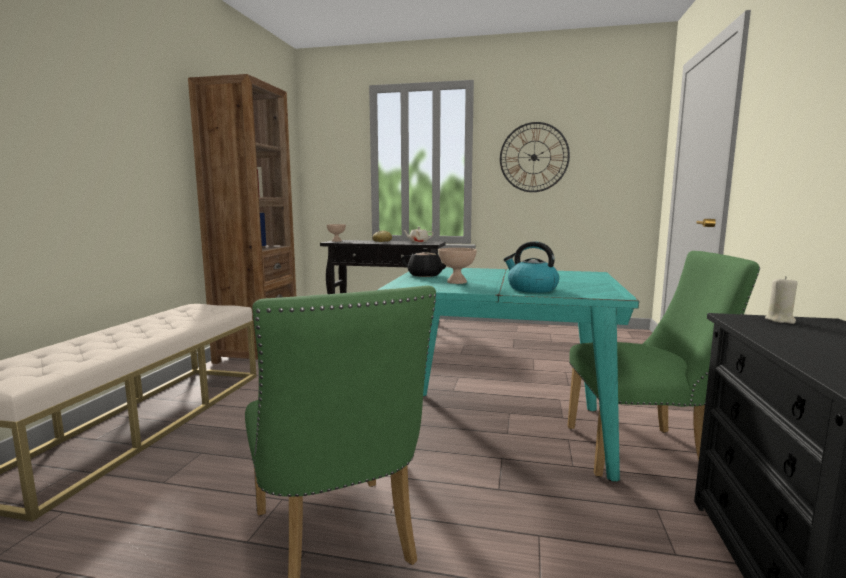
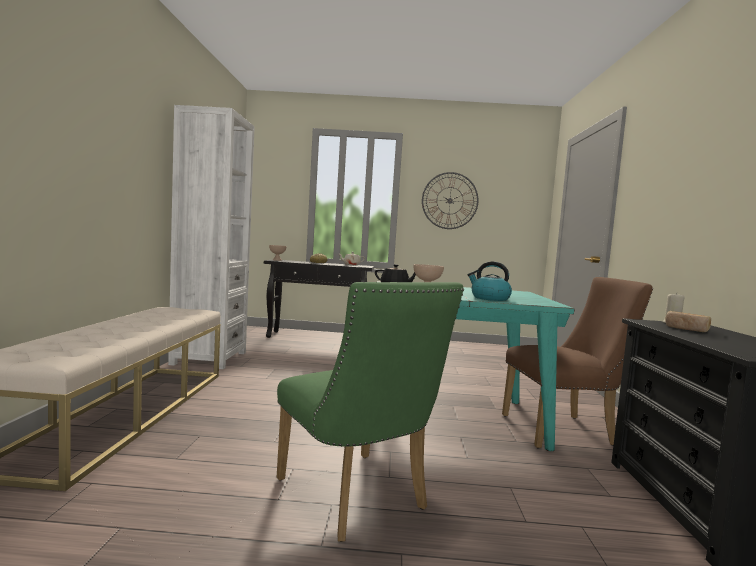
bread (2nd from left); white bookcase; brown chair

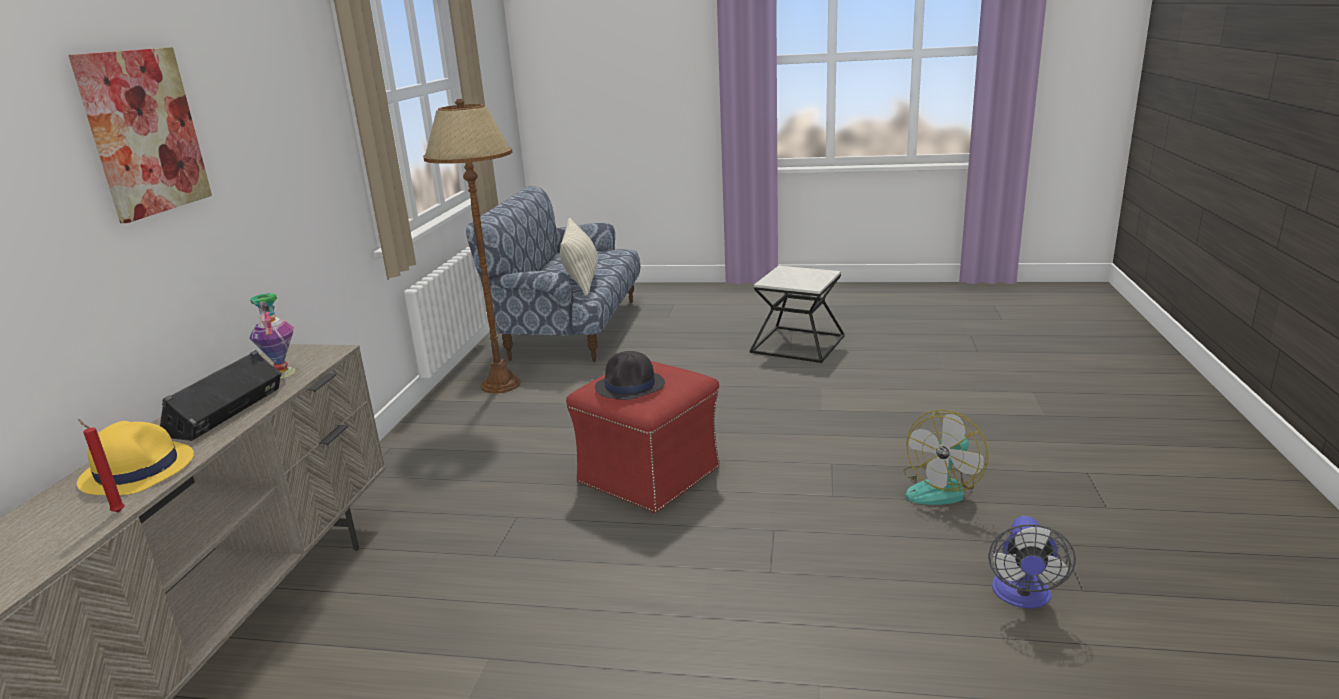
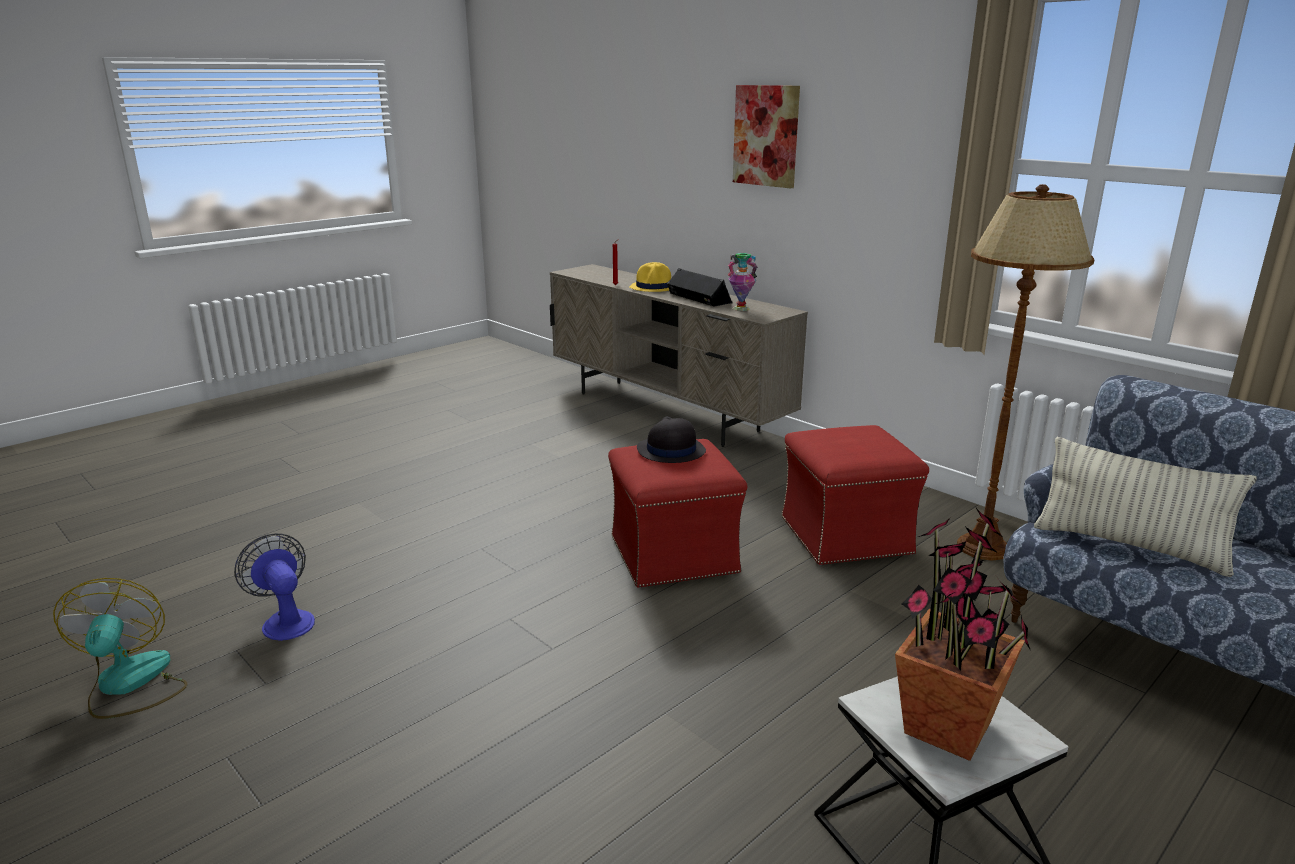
red ottoman (2nd from left); potted plant; fan (1st from left)

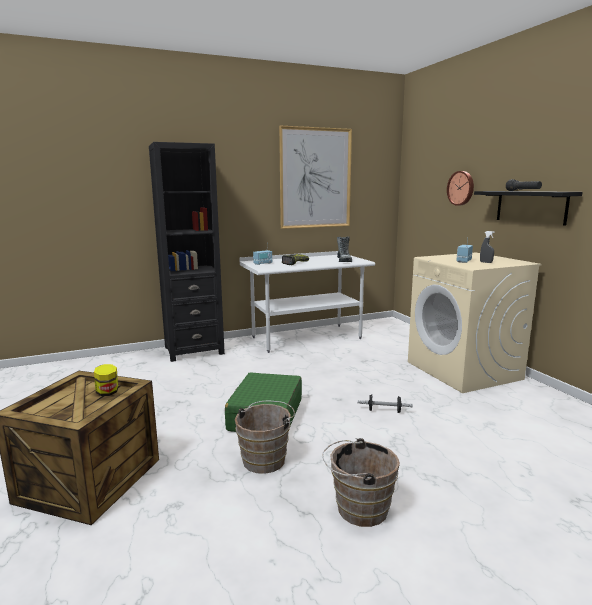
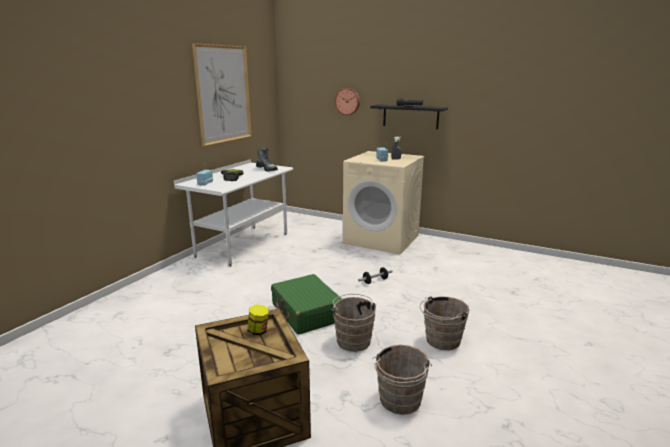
black bookcase; brown bucket (2nd from left)

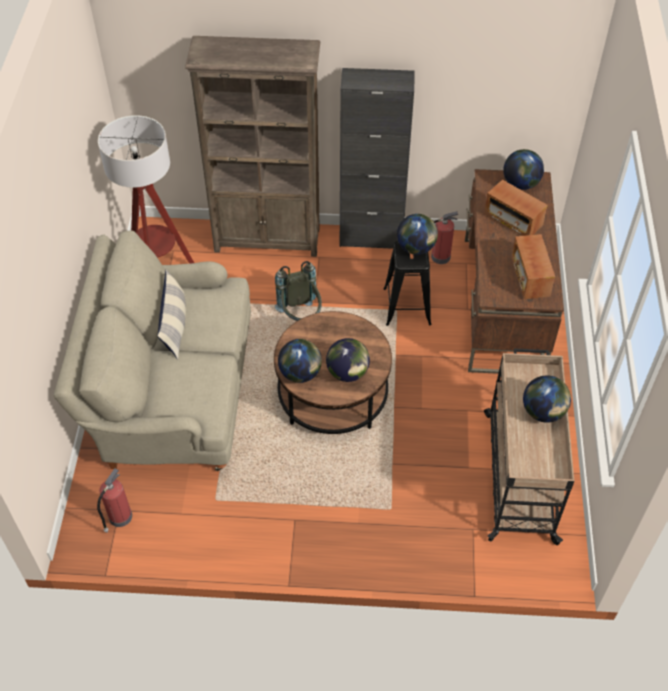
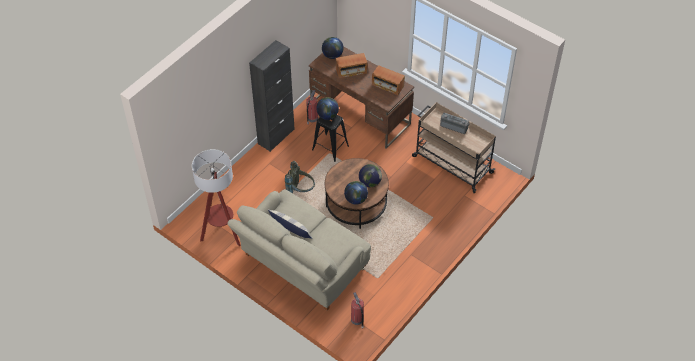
brown bookcase; radio (3rd from left)

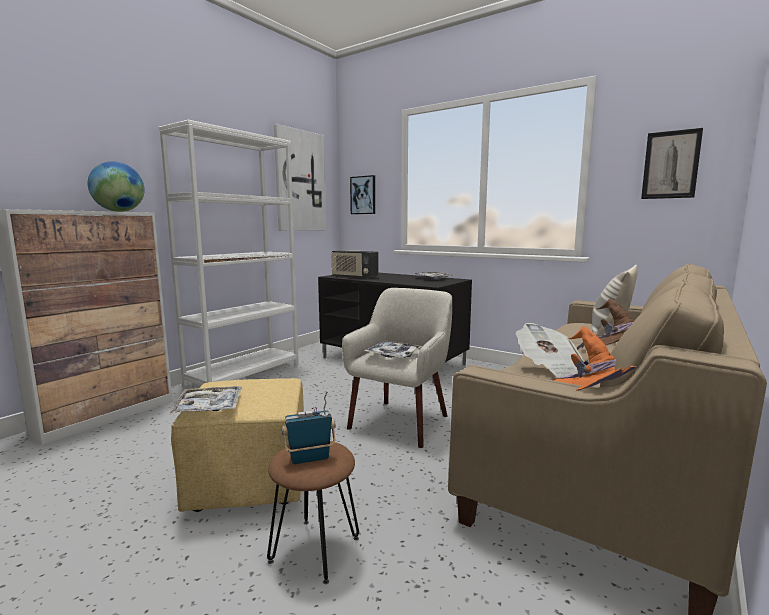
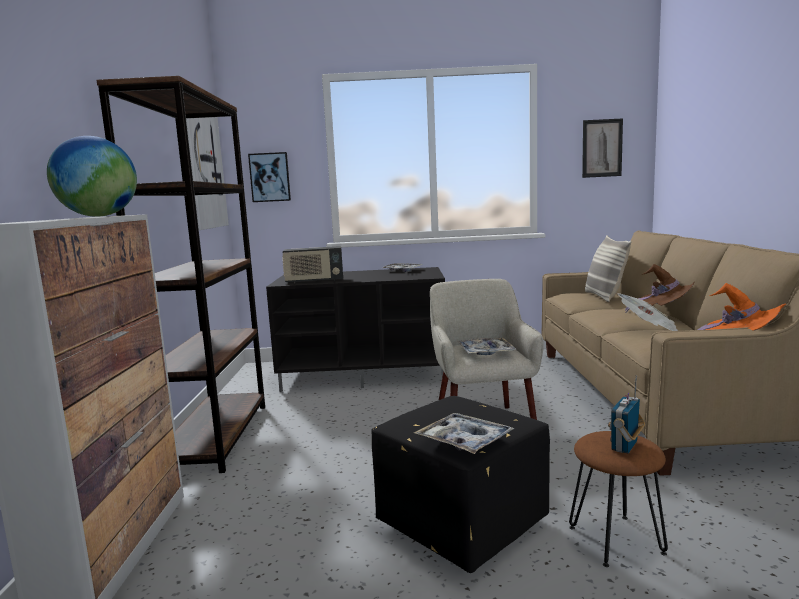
brown bookcase; black ottoman

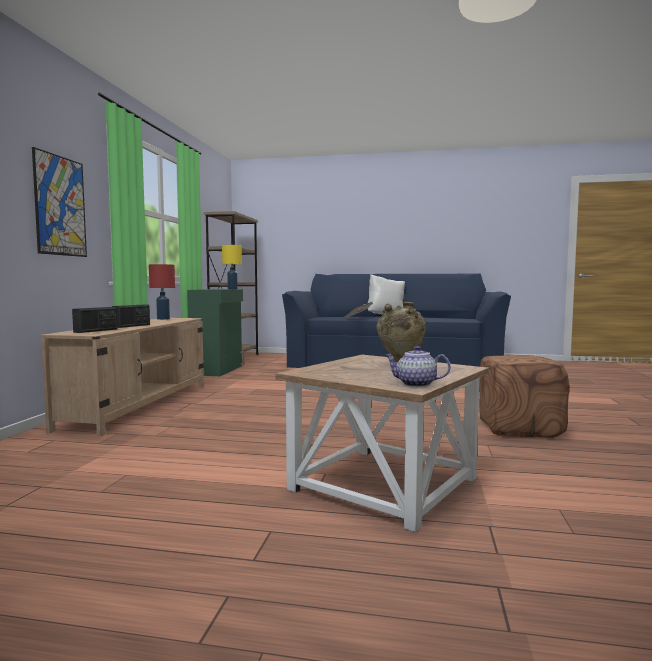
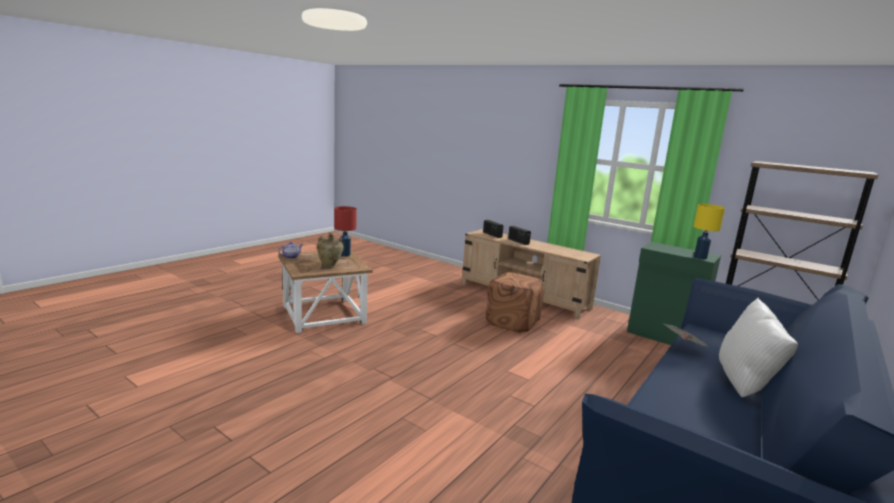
picture; red table lamp; brown ottoman

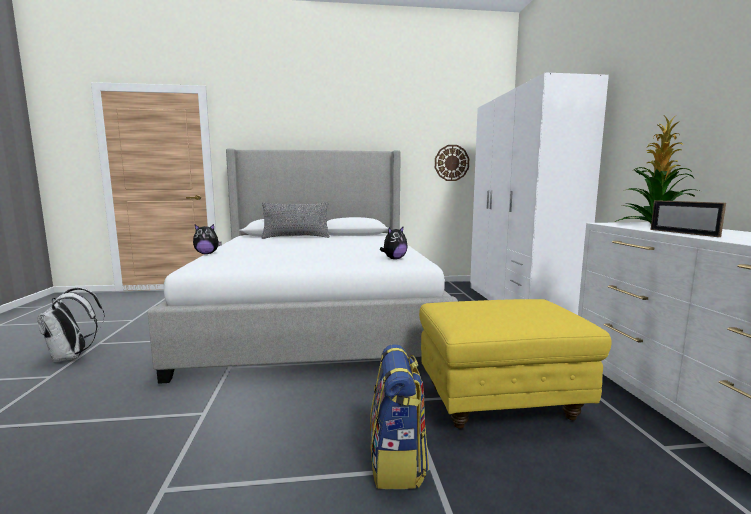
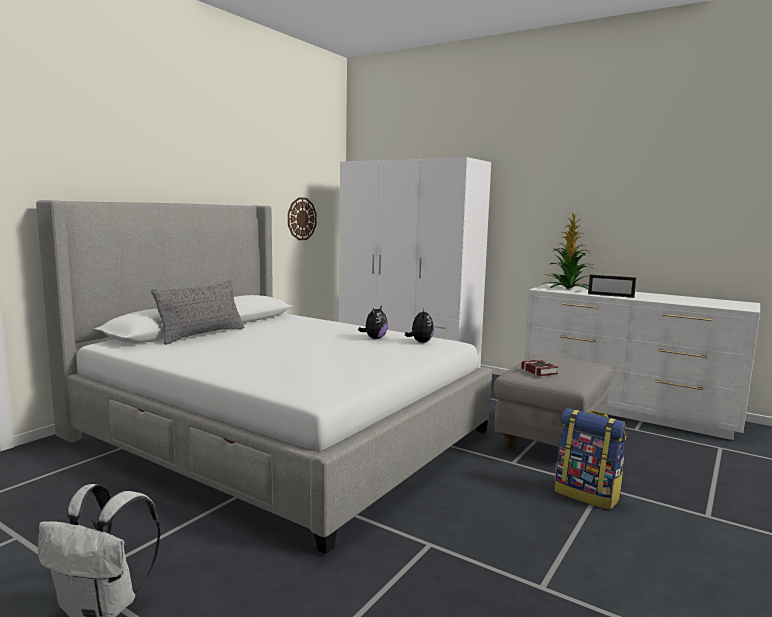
book; plush toy (1st from left); grey ottoman

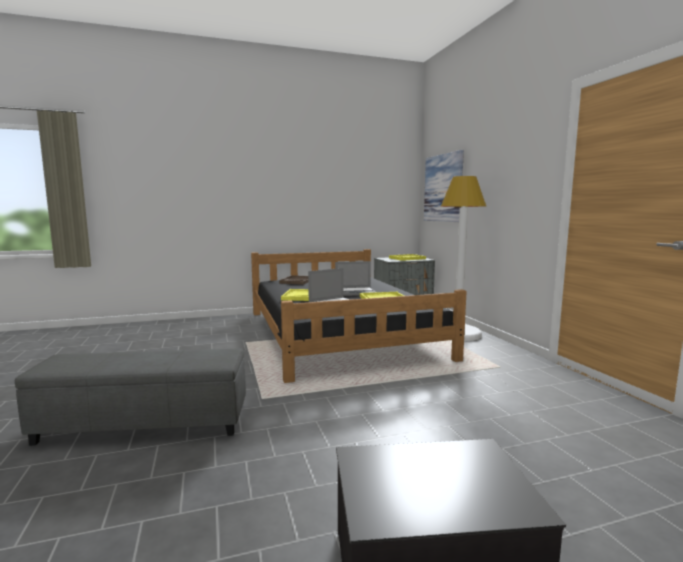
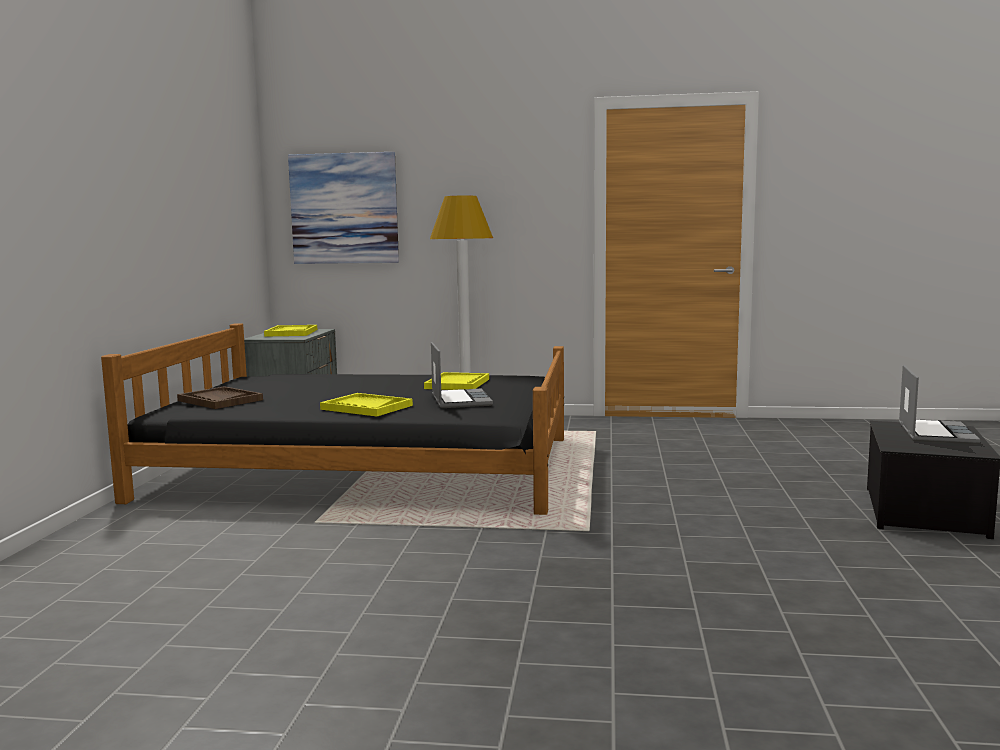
grey ottoman; laptop (2nd from left)

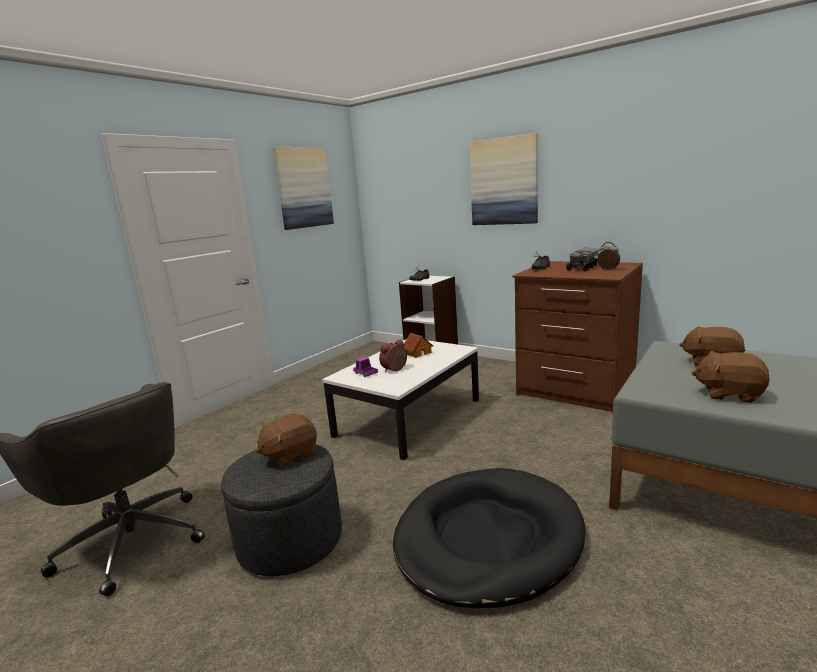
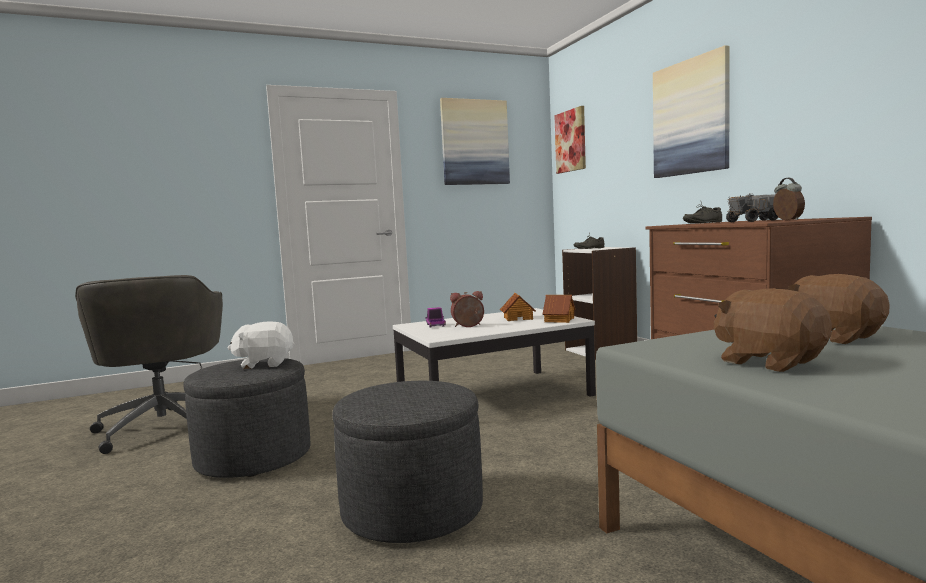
toy house (2nd from left); picture (2nd from left); grey ottoman (2nd from left); white plush toy

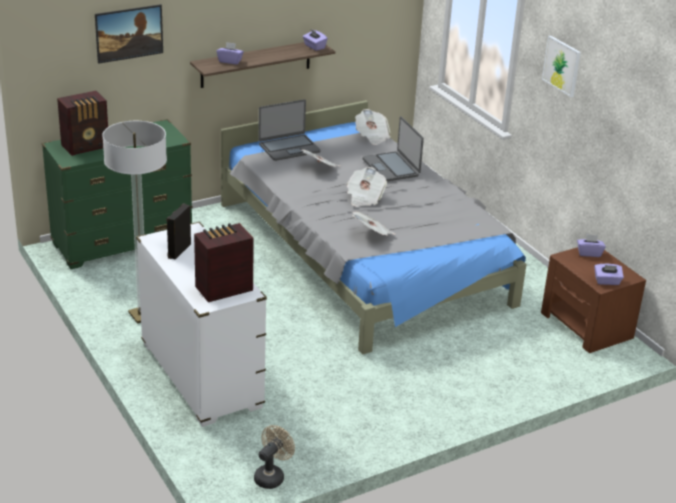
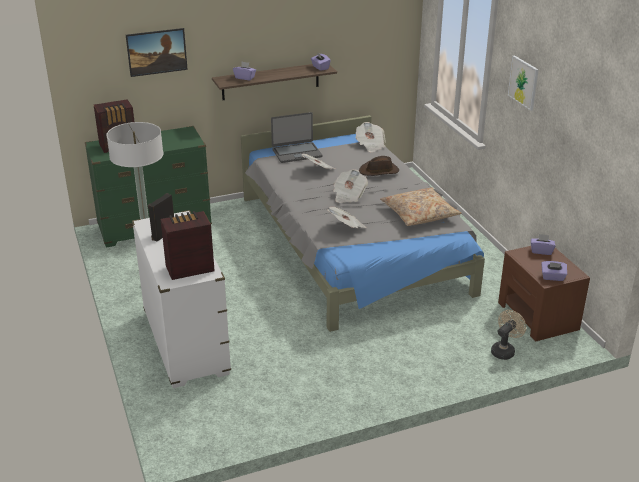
beige pillow; beige fan; brown hat

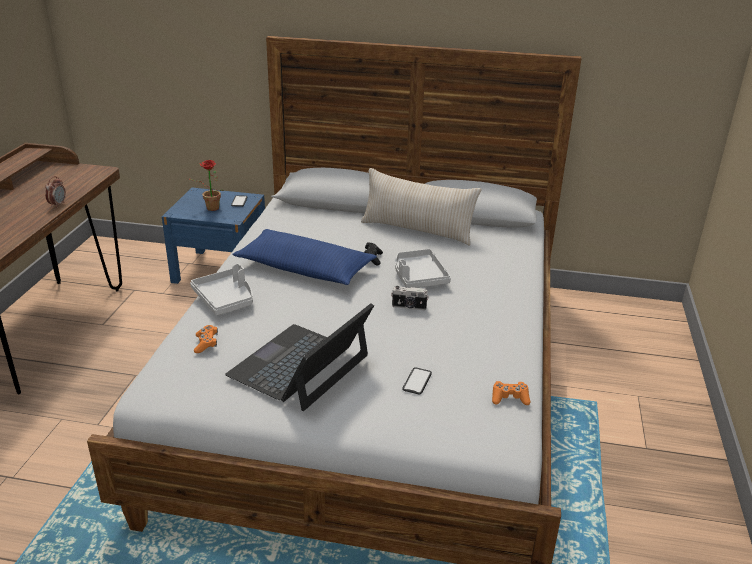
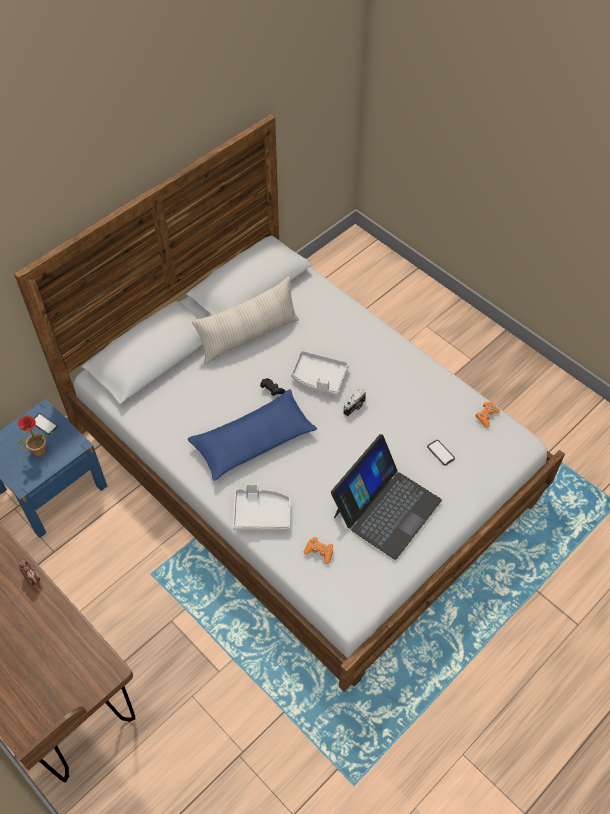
laptop

